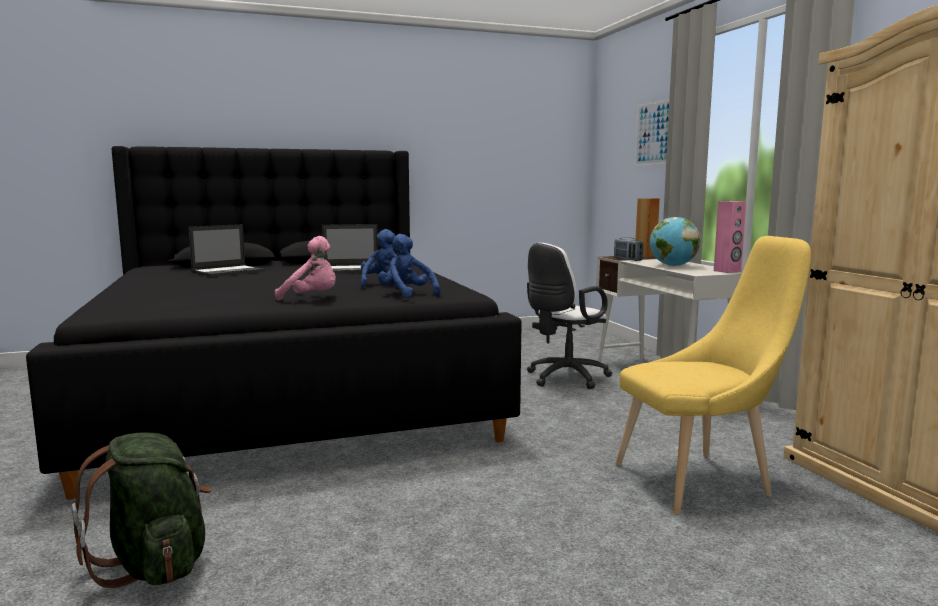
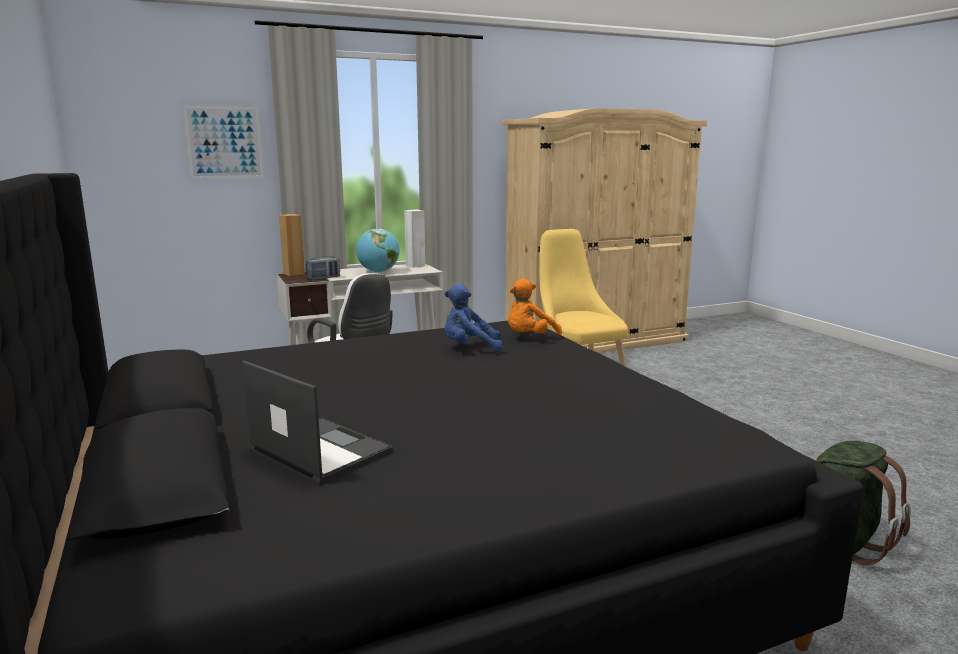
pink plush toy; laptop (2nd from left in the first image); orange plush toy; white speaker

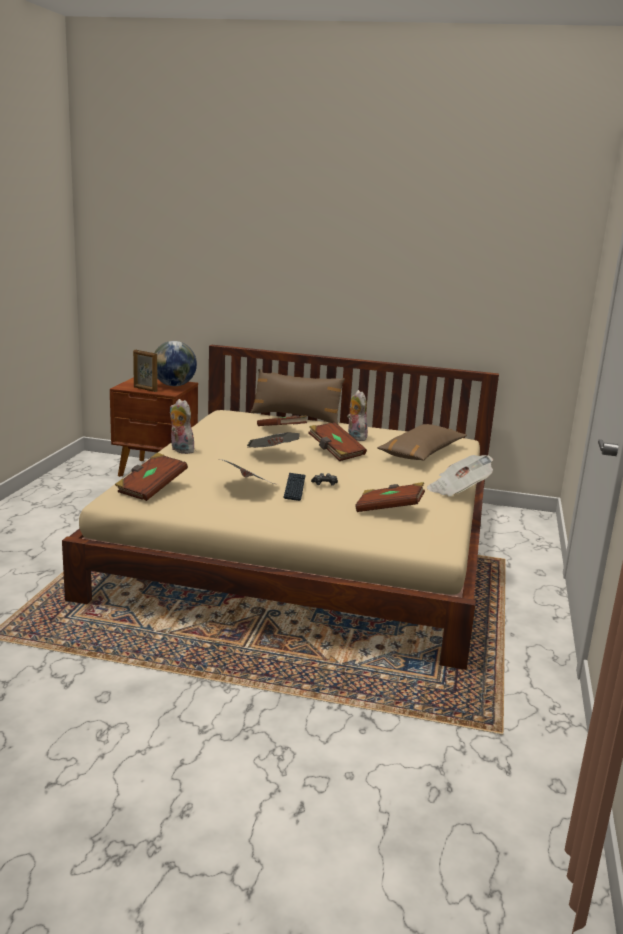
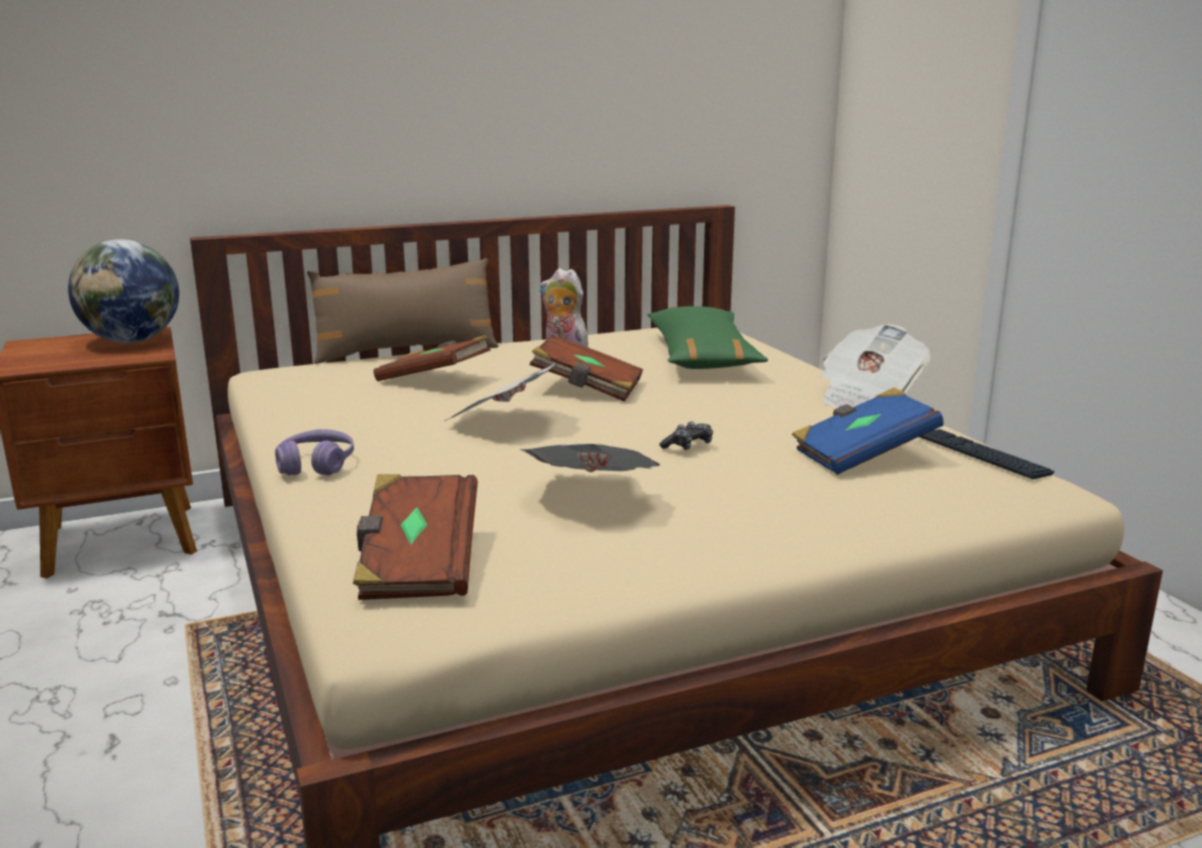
picture frame; keyboard; purple headphones; blue book; green pillow

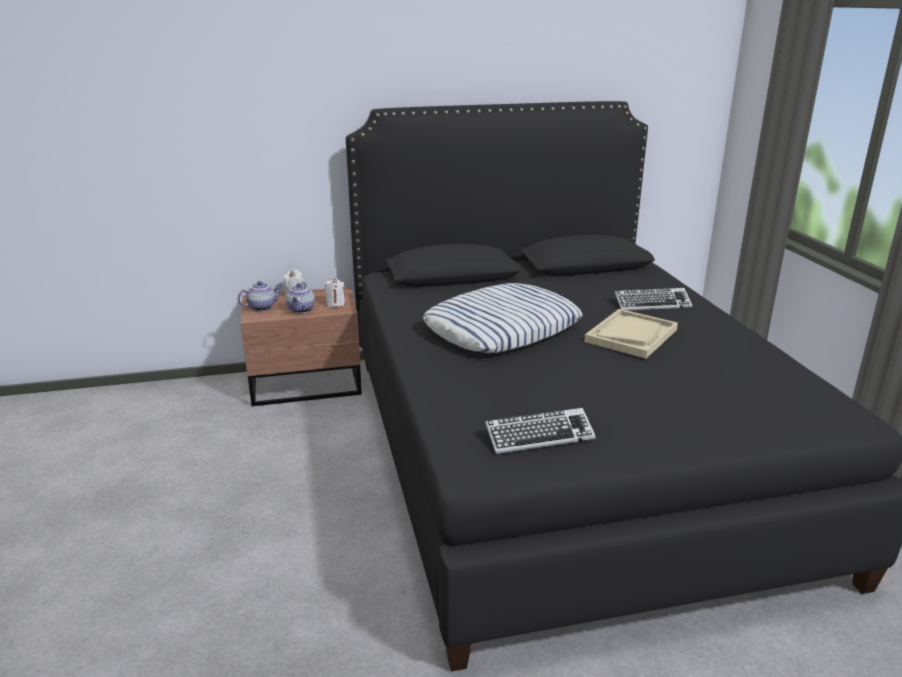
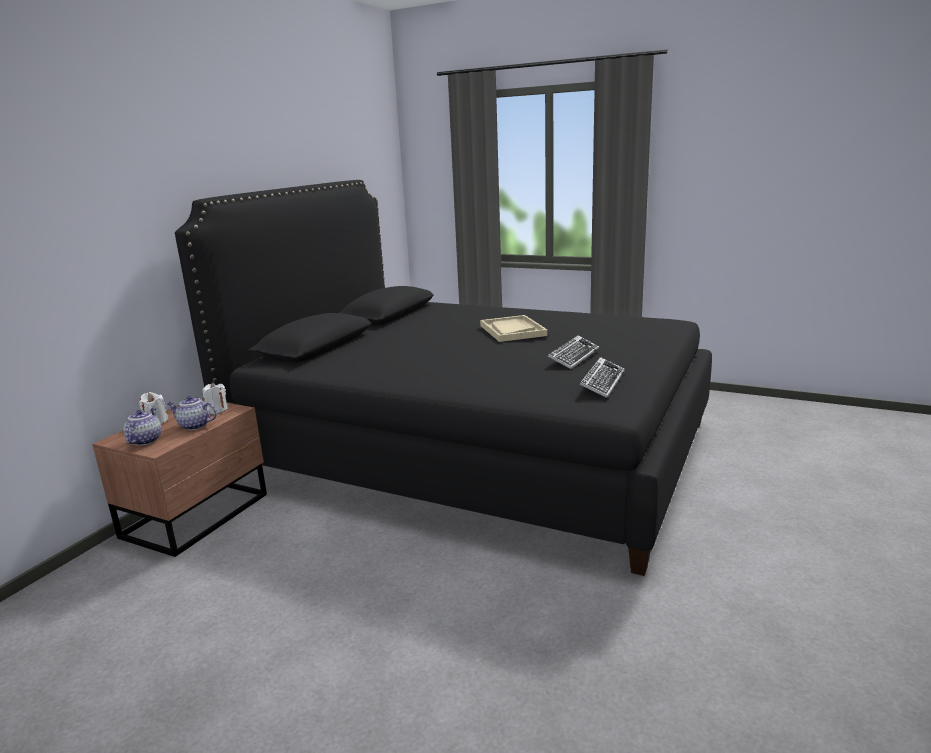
pillow; keyboard (1st from left); teapot (2nd from left)

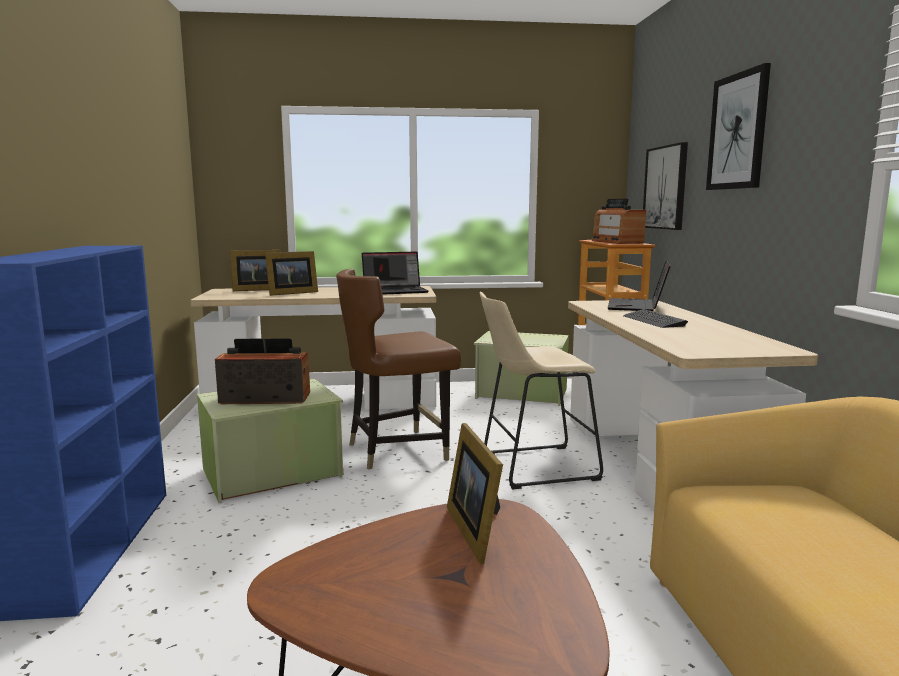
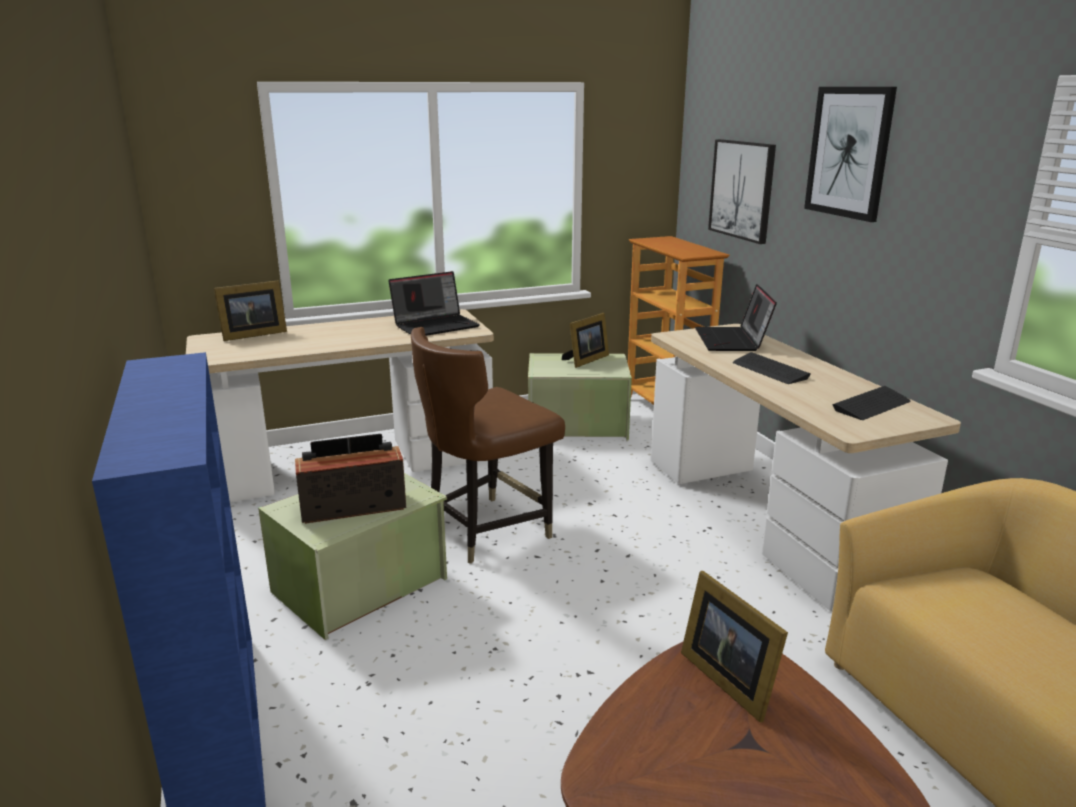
beige stool; radio (2nd from left in the first image); keyboard (2nd from left); picture frame (2nd from left)

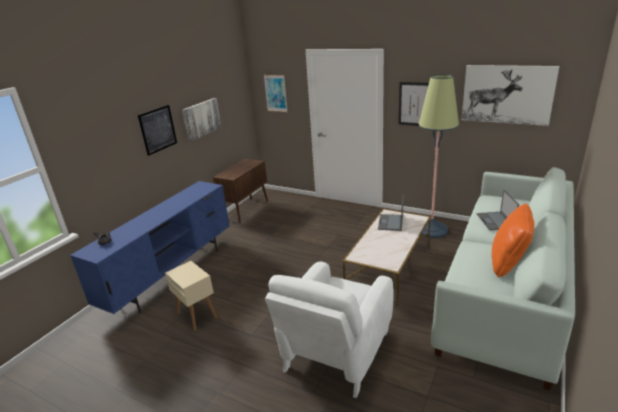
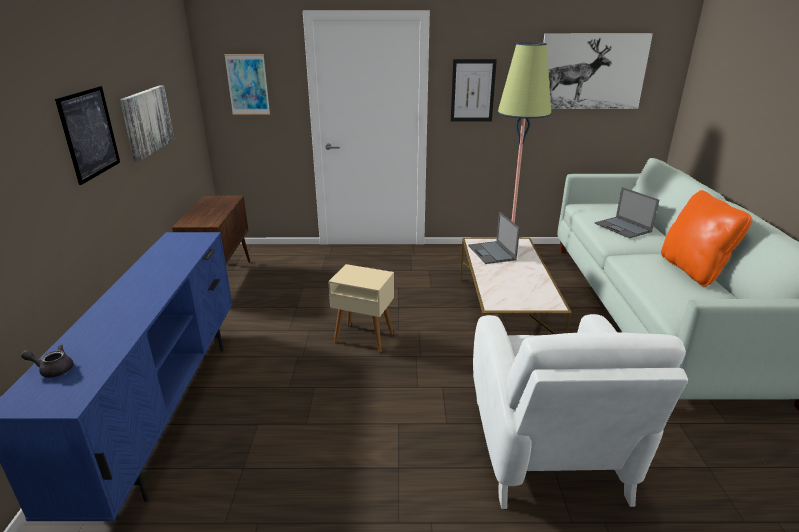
beige side table

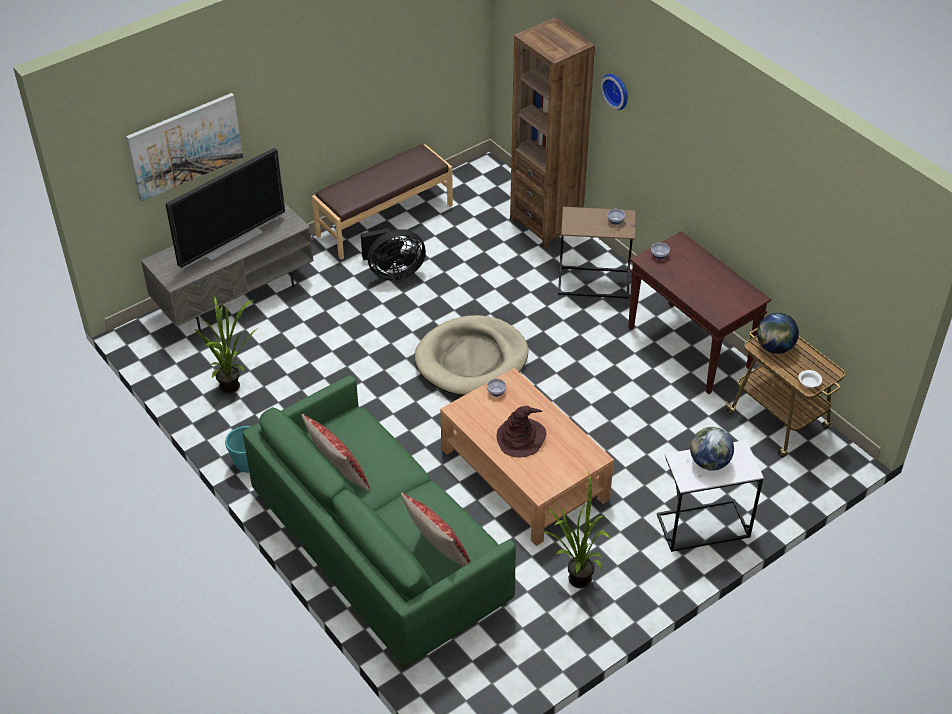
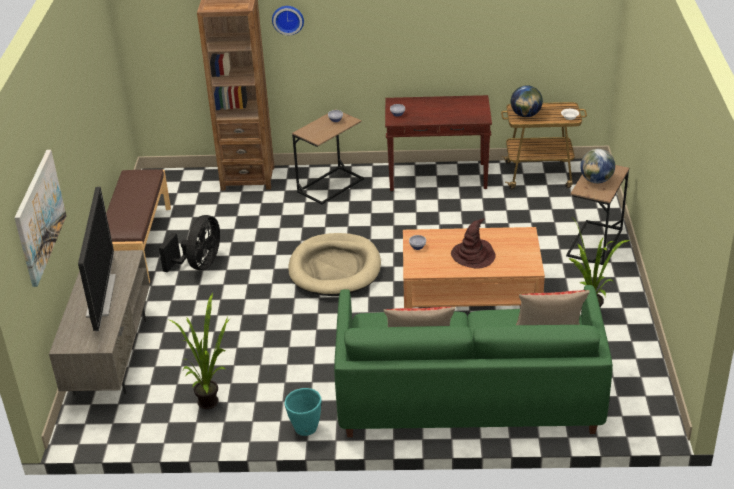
brown side table (2nd from left)

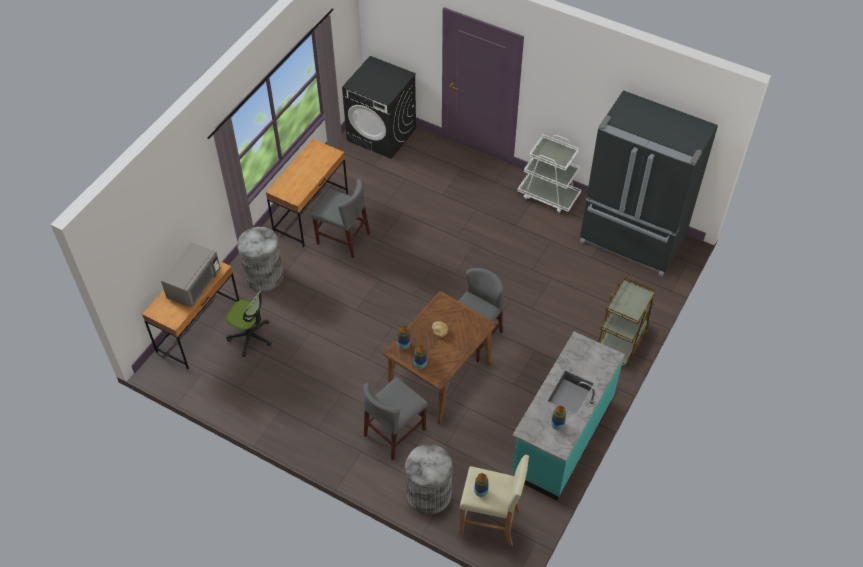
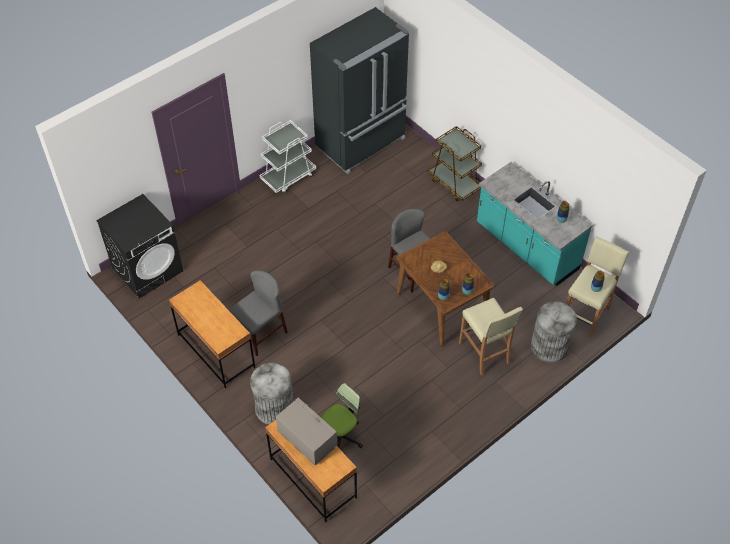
beige stool (1st from left)

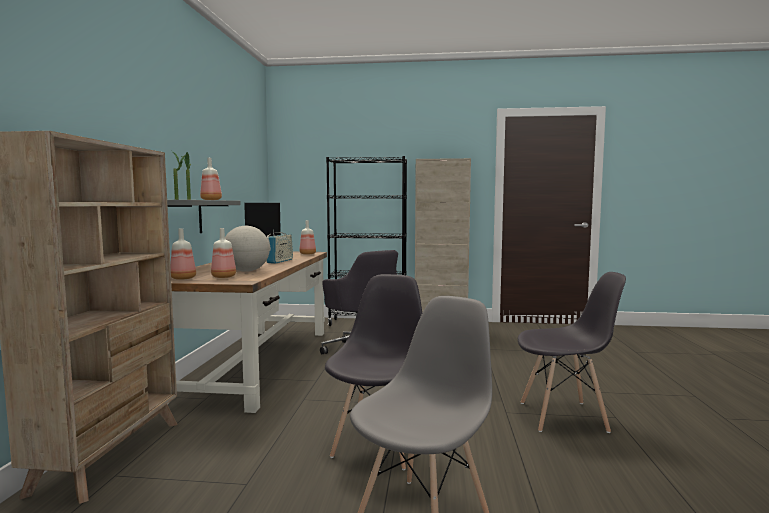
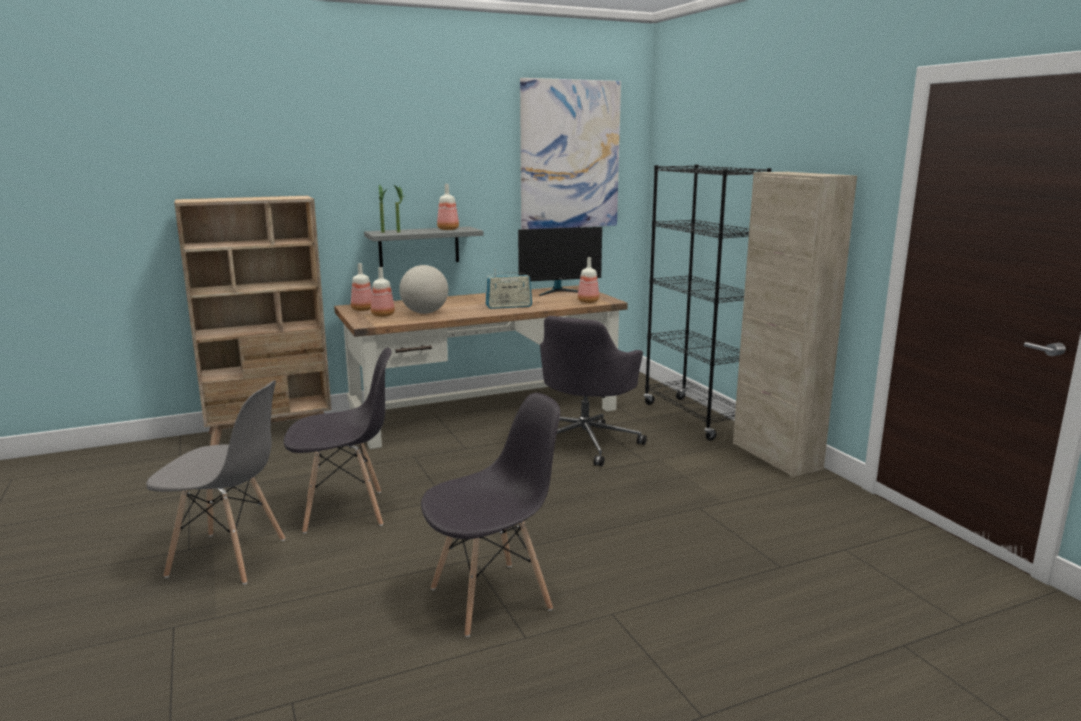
picture; grey chair (3rd from left)

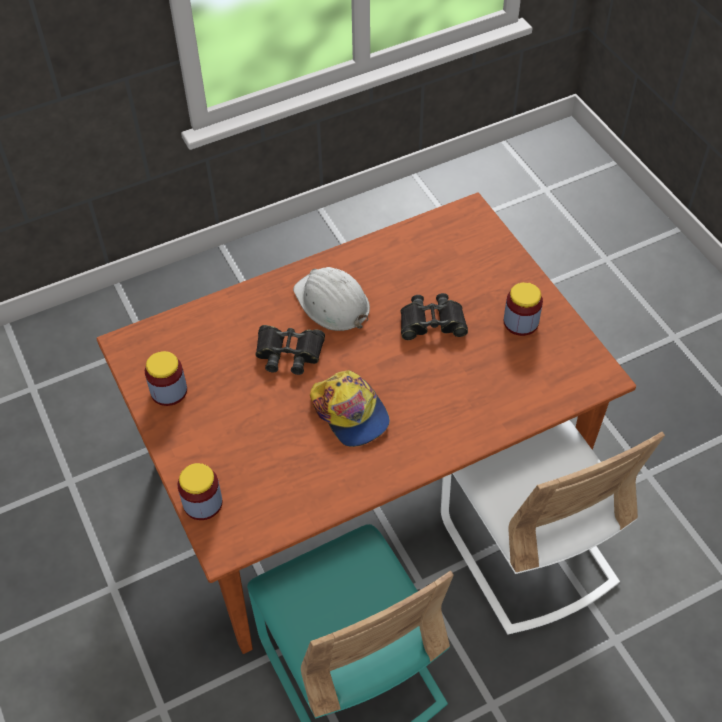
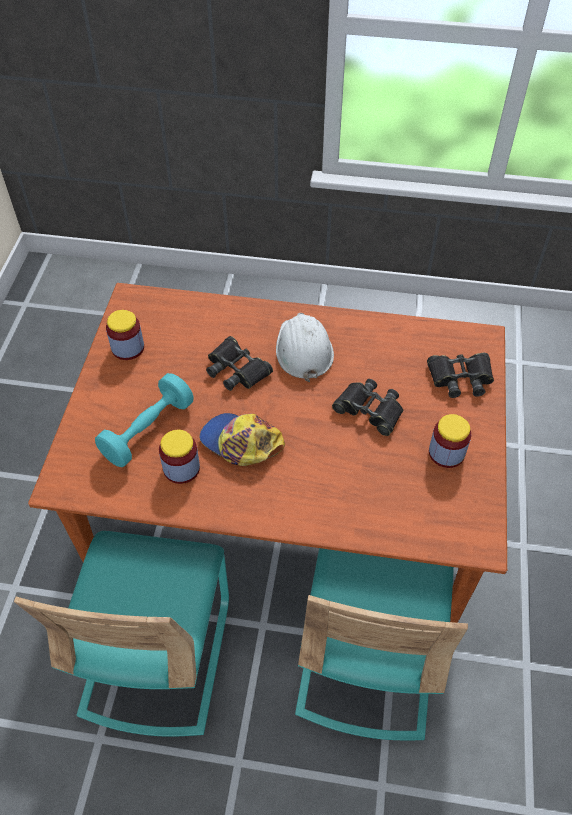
turquoise dumbbell; black binoculars (3rd from left); jar (2nd from left); turquoise chair (2nd from left); cap

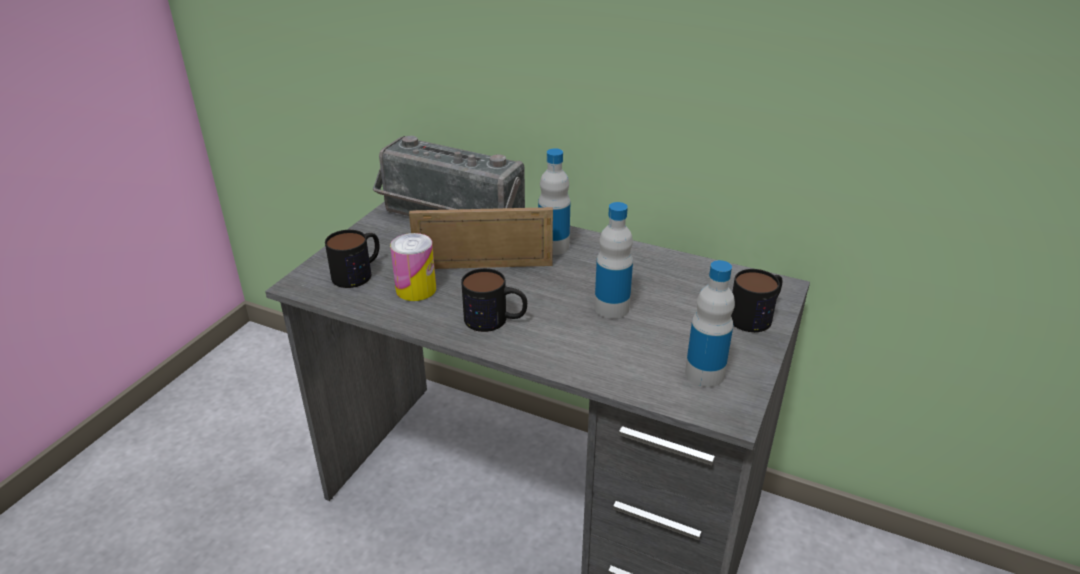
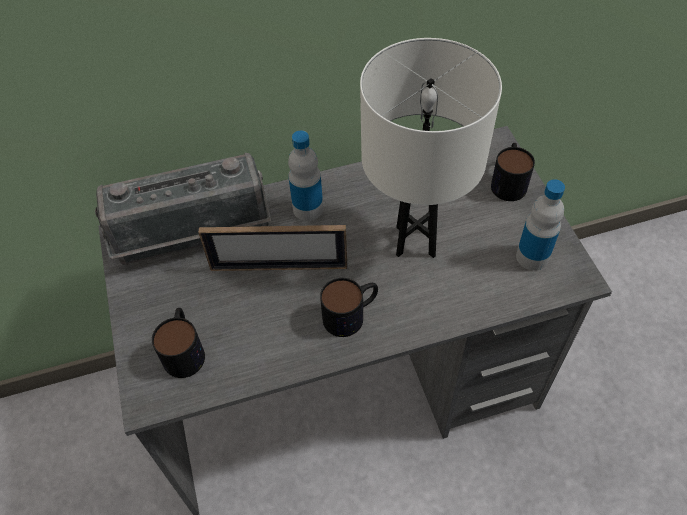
can; white table lamp; picture frame

